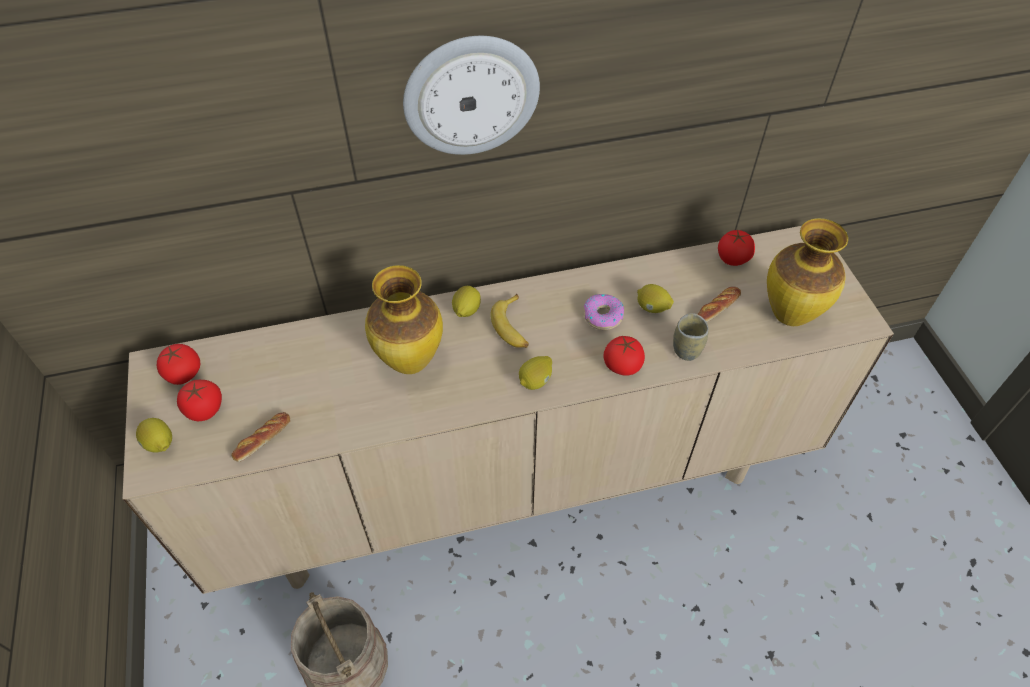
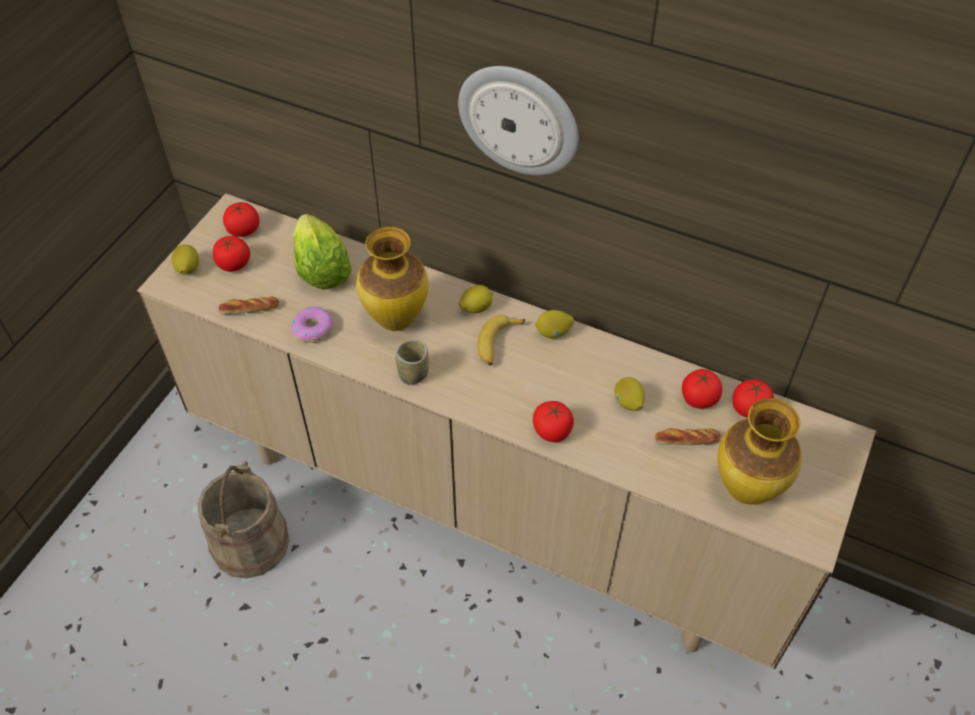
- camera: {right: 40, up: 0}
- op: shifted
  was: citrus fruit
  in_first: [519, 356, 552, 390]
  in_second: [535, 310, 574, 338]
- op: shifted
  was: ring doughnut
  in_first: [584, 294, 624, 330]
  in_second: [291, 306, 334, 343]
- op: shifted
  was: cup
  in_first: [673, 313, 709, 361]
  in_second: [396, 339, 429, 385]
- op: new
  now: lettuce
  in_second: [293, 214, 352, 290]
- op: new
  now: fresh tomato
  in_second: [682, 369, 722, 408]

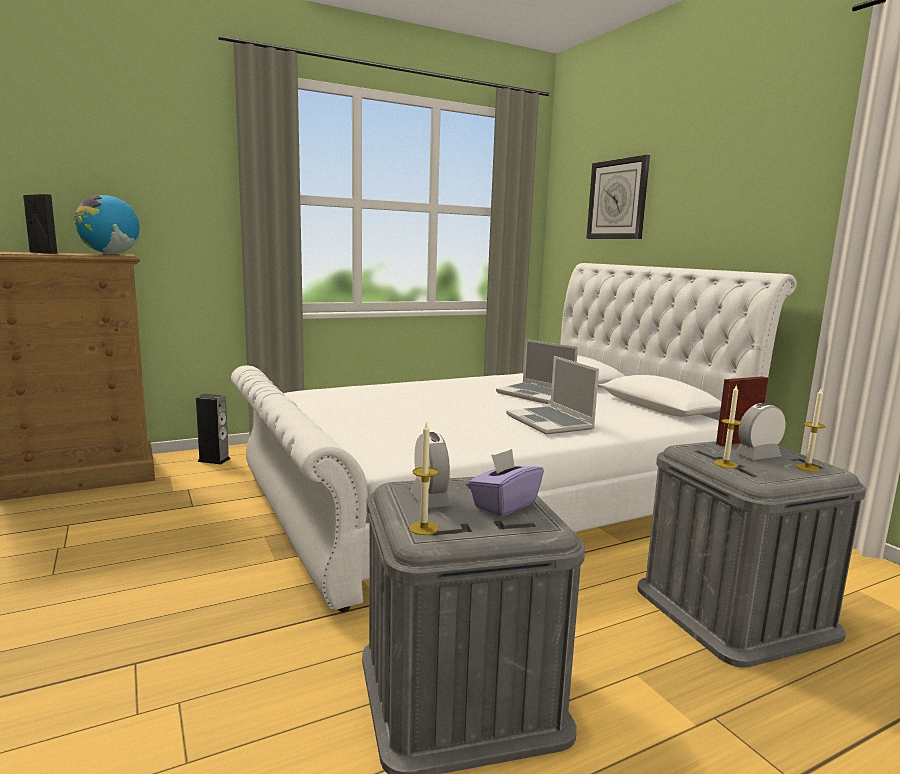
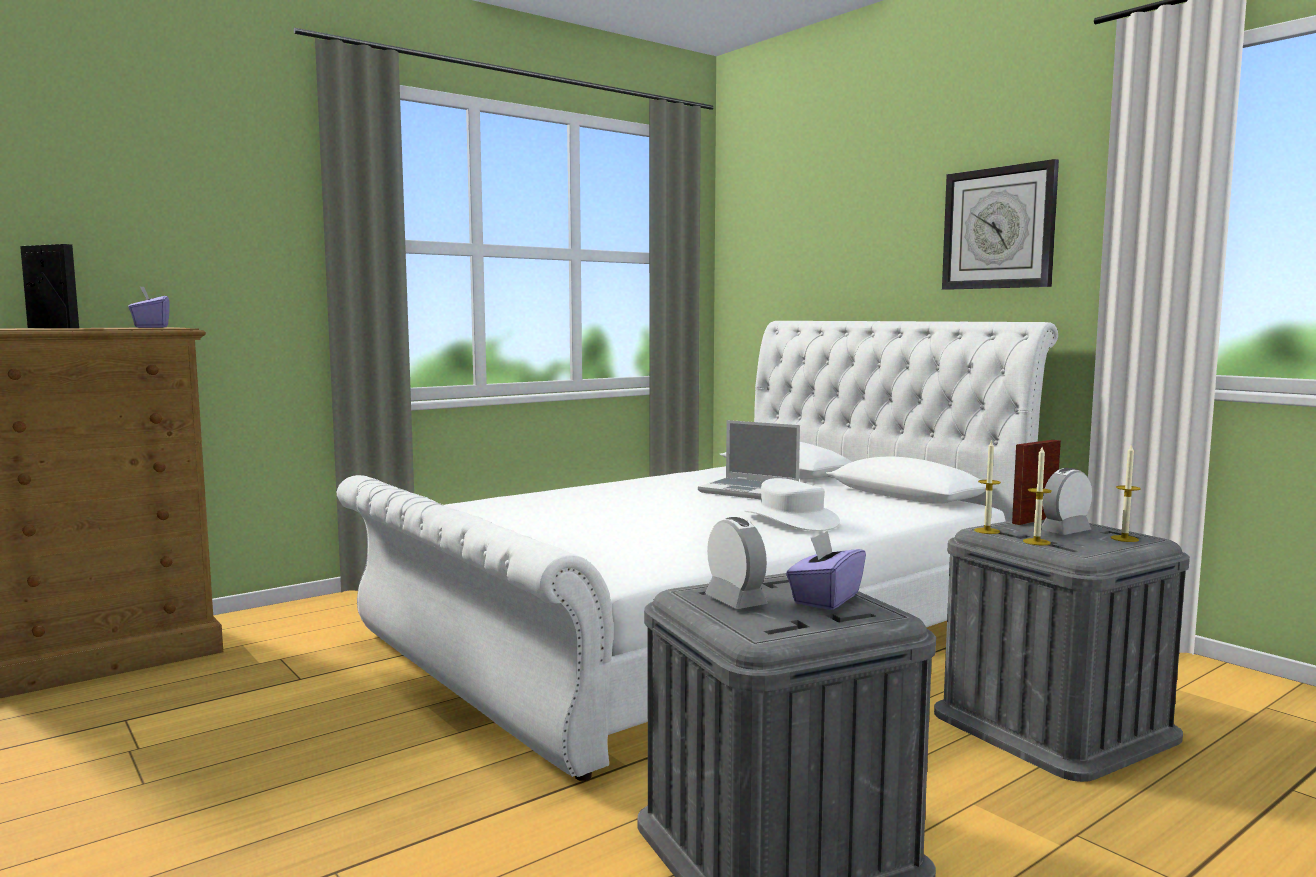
- camera: {right: -10, up: -5}
- op: swapped
  was: globe
  now: purple box of tissues
  in_first: [74, 195, 140, 254]
  in_second: [128, 287, 170, 328]
- op: gone
  was: audio speaker
  in_first: [196, 394, 231, 464]
- op: shifted
  was: candle
  in_first: [409, 421, 439, 535]
  in_second: [974, 439, 1001, 534]
- op: swapped
  was: laptop
  now: whitish hat
  in_first: [506, 356, 599, 435]
  in_second: [744, 478, 840, 531]
- op: shifted
  was: clock on the wall
  in_first: [586, 155, 650, 239]
  in_second: [942, 159, 1059, 290]

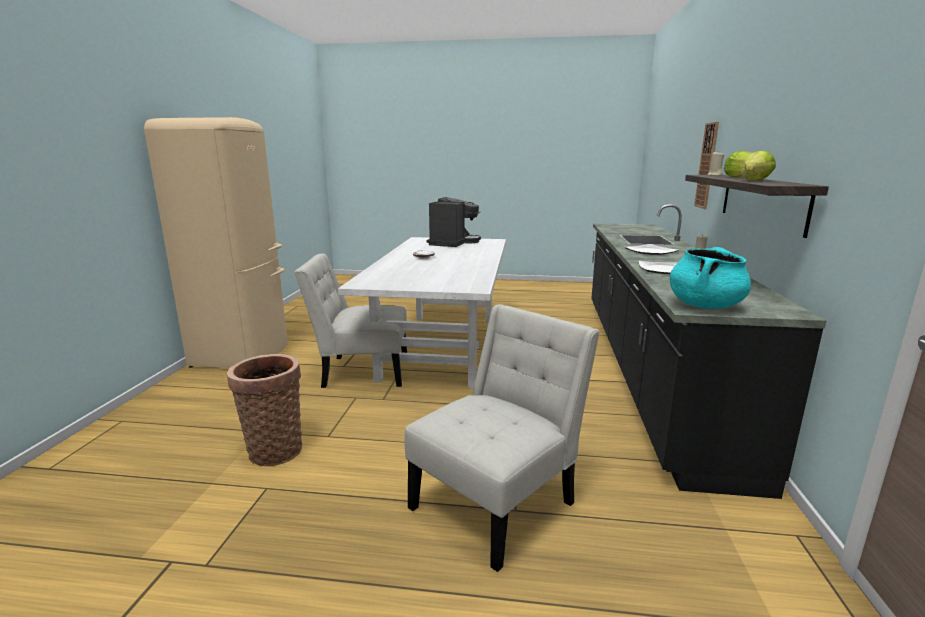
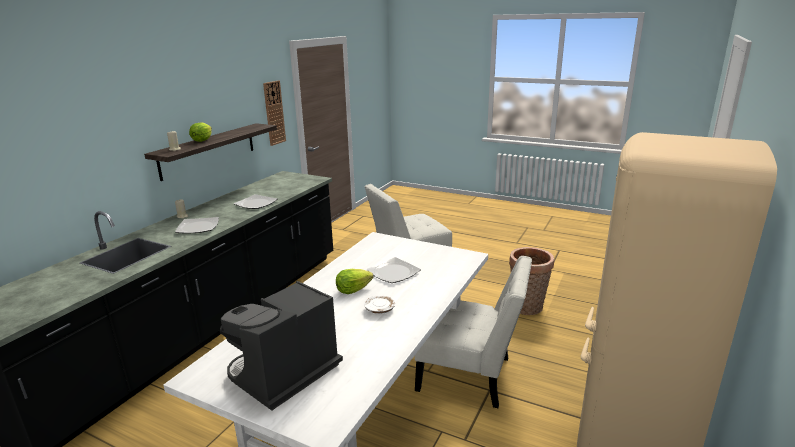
- camera: {right: -160, up: 5}
- op: gone
  was: turquoise-coloured saucepot
  in_first: [670, 247, 751, 309]
- op: shifted
  was: clock on the wall
  in_first: [694, 122, 719, 209]
  in_second: [263, 80, 286, 146]
- op: shifted
  was: lettuce
  in_first: [741, 150, 776, 181]
  in_second: [336, 269, 374, 294]
- op: new
  now: plate
  in_second: [367, 257, 421, 283]

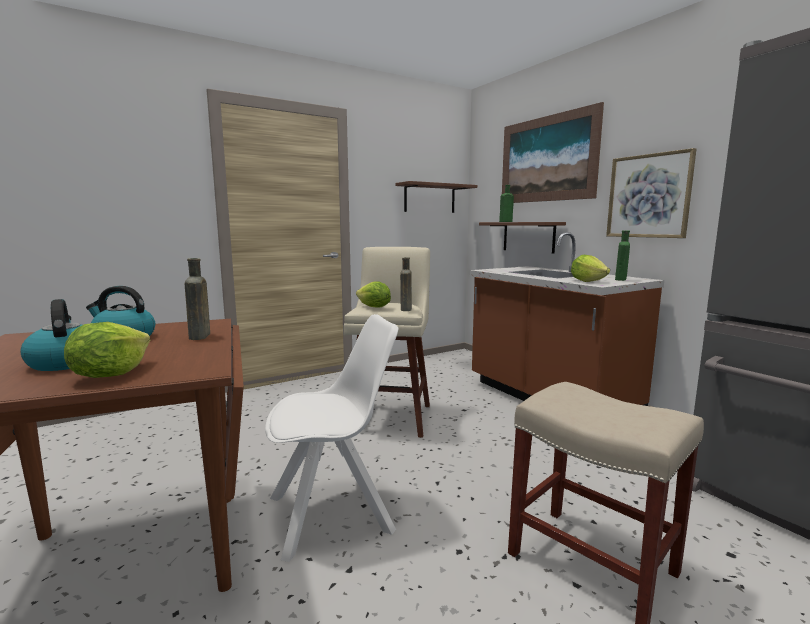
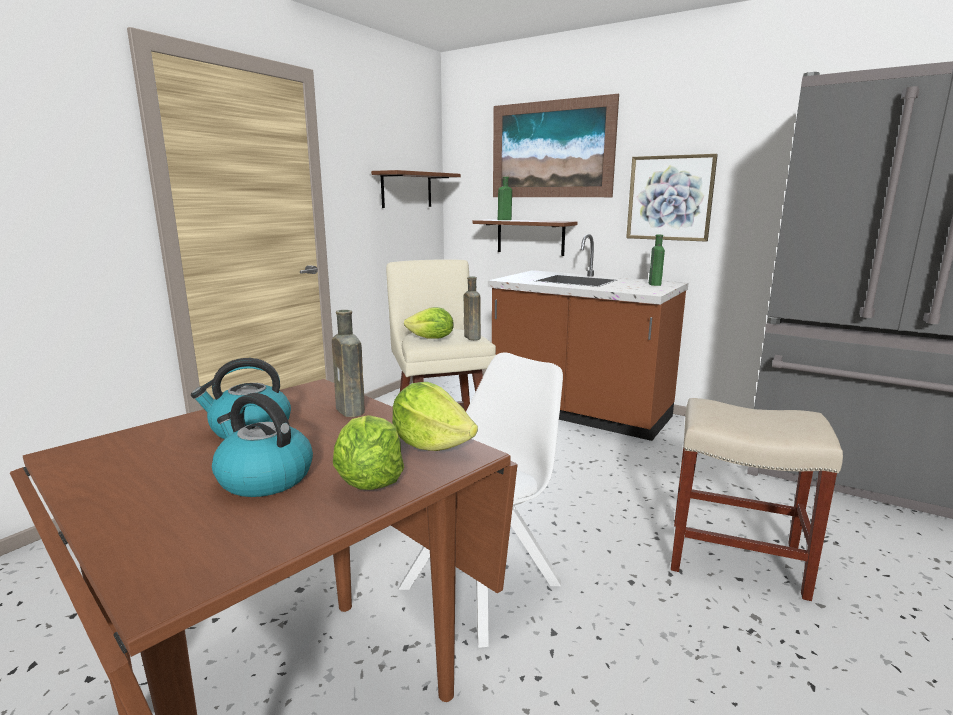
- camera: {right: -25, up: 5}
- op: shifted
  was: lettuce
  in_first: [571, 255, 610, 282]
  in_second: [392, 382, 478, 451]

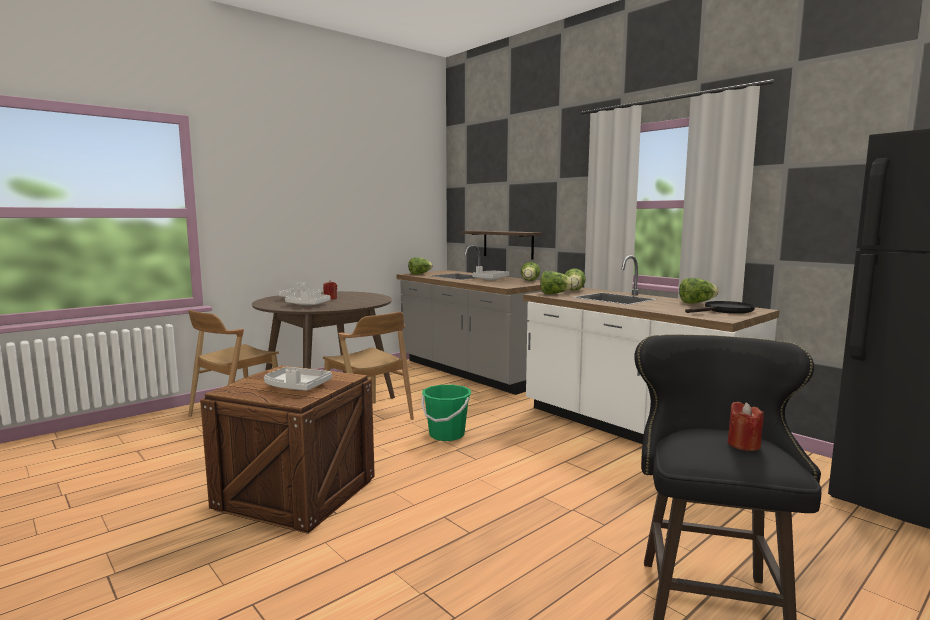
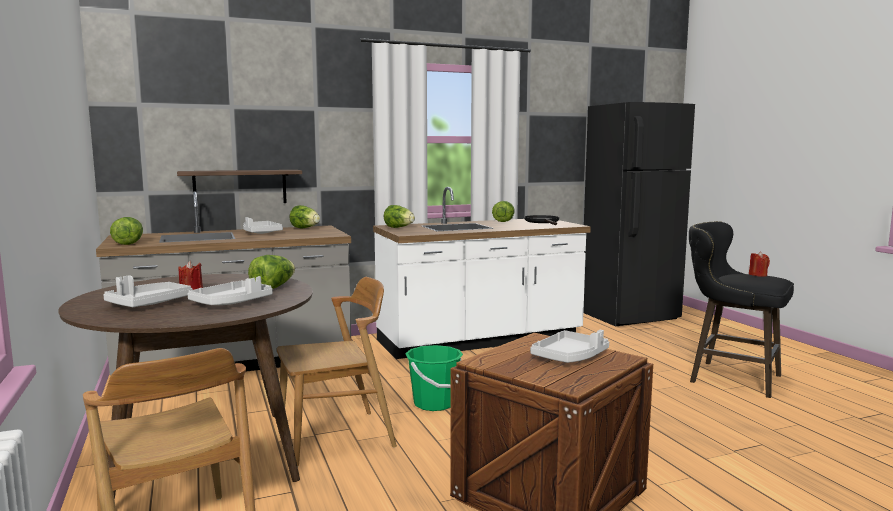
- camera: {right: -70, up: 0}
- op: shifted
  was: lettuce
  in_first: [540, 271, 573, 294]
  in_second: [248, 255, 295, 289]

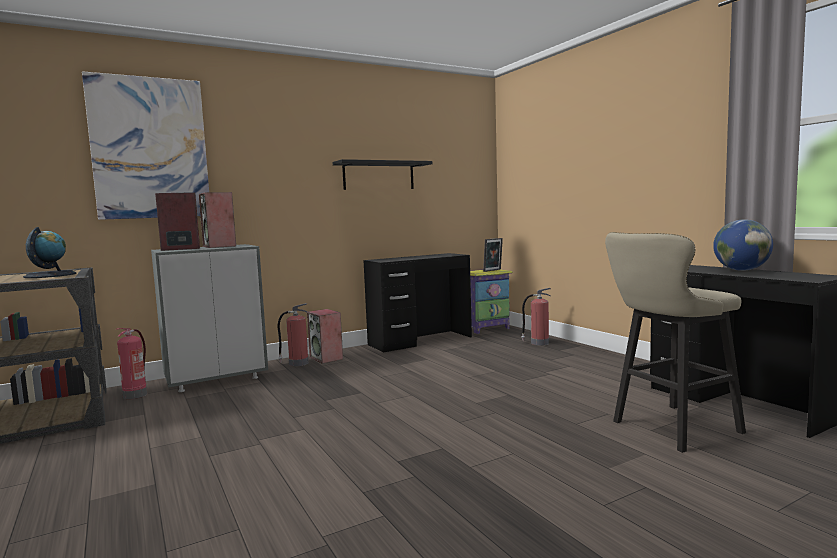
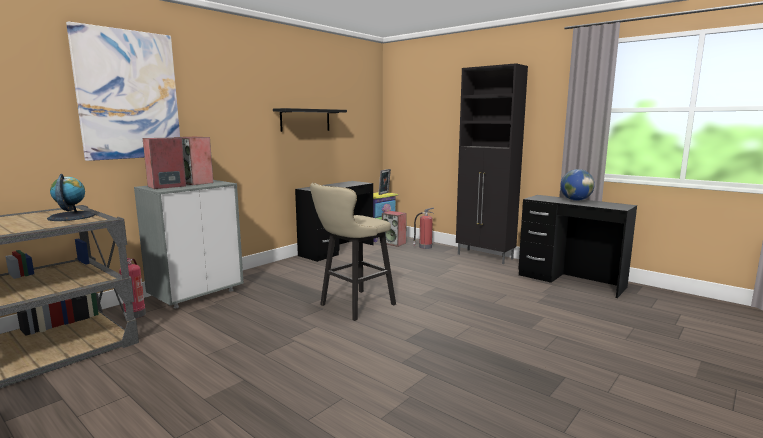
- camera: {right: -20, up: 5}
- op: gone
  was: extinguisher
  in_first: [278, 303, 309, 366]
- op: shifted
  was: audio speaker
  in_first: [307, 309, 343, 364]
  in_second: [382, 211, 407, 247]
- op: shifted
  was: beige stool
  in_first: [605, 232, 746, 453]
  in_second: [310, 183, 396, 321]
- op: new
  now: black cabinet
  in_second: [456, 63, 528, 264]

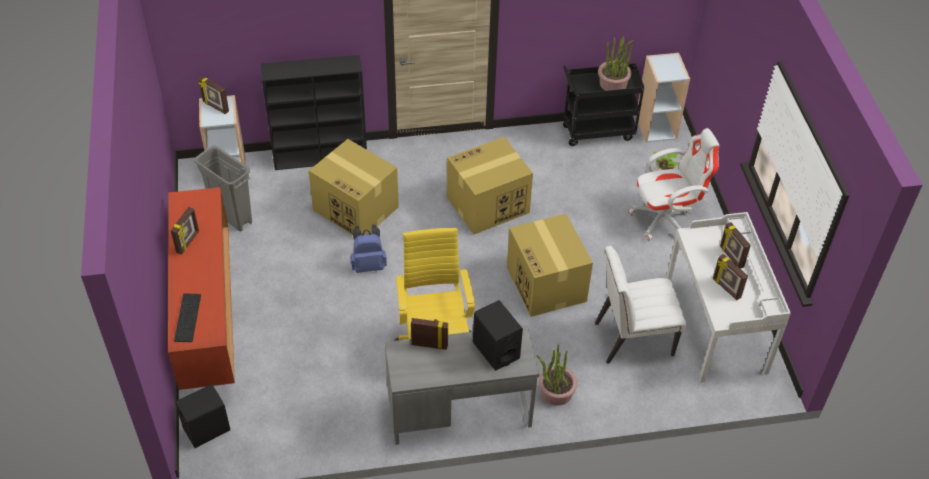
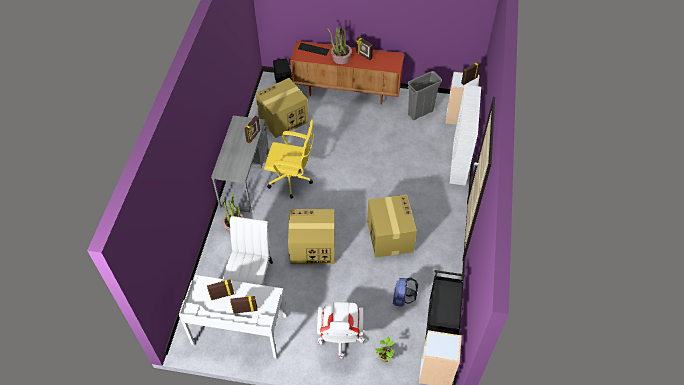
- camera: {right: 110, up: 5}
- op: repainted
  was: black bookshelf
  now: whitish bookshelf
  in_first: [261, 55, 367, 170]
  in_second: [449, 85, 481, 186]
- op: shifted
  was: carton
  in_first: [309, 139, 399, 235]
  in_second: [255, 78, 309, 138]
- op: shifted
  was: blue rucksack
  in_first: [351, 224, 387, 273]
  in_second: [393, 278, 418, 307]
- op: gone
  was: black audio speaker
  in_first: [473, 300, 523, 371]
- op: shifted
  was: plant in a pot
  in_first: [598, 36, 634, 91]
  in_second: [327, 27, 352, 64]

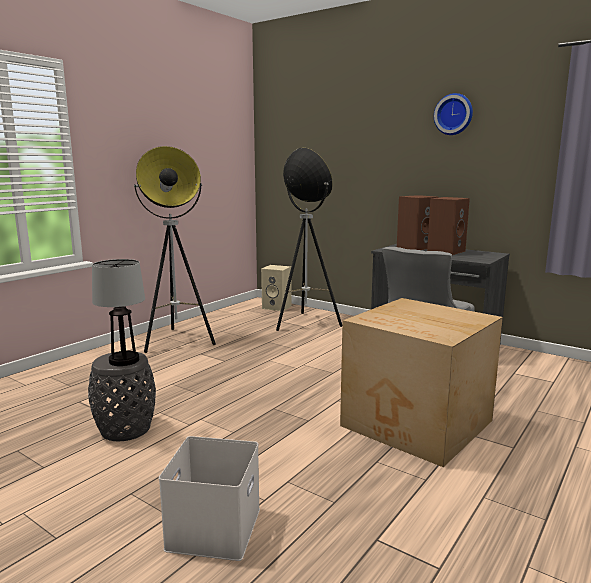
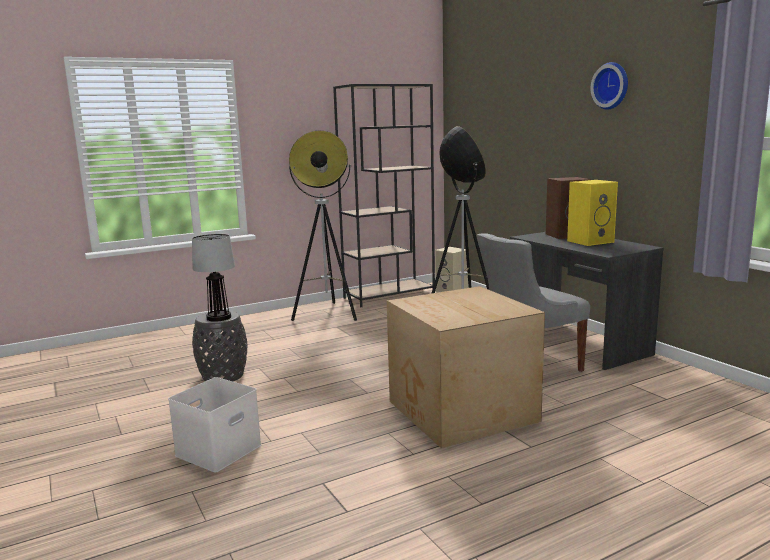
- camera: {right: 25, up: 0}
- op: repainted
  was: brown audio speaker
  now: yellow audio speaker
  in_first: [427, 197, 470, 255]
  in_second: [567, 180, 618, 246]
- op: new
  now: bookshelf
  in_second: [333, 84, 435, 307]

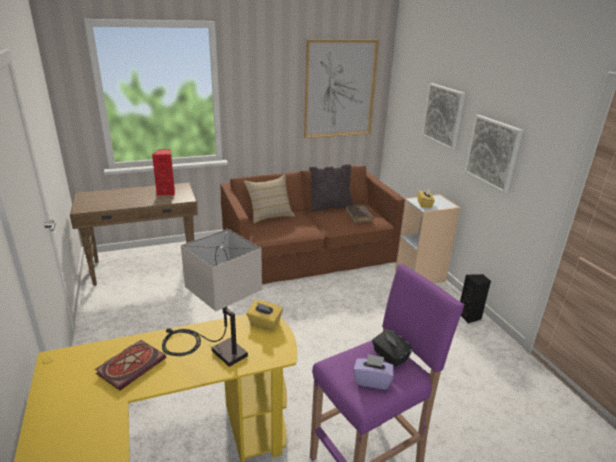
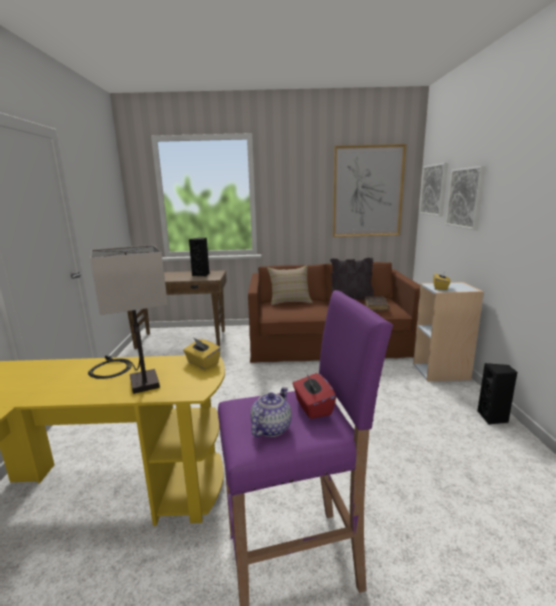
- camera: {right: 20, up: -10}
- op: gone
  was: volume
  in_first: [95, 340, 166, 390]
- op: repainted
  was: red audio speaker
  now: black audio speaker
  in_first: [152, 150, 175, 195]
  in_second: [189, 238, 210, 276]
- op: swapped
  was: purple box of tissues
  now: tea pot
  in_first: [353, 354, 394, 390]
  in_second: [251, 387, 292, 437]
- op: repainted
  was: black box of tissues
  now: red box of tissues
  in_first: [372, 329, 413, 367]
  in_second: [293, 373, 336, 419]
- op: shifted
  was: wall picture
  in_first: [465, 115, 523, 193]
  in_second: [420, 163, 448, 217]

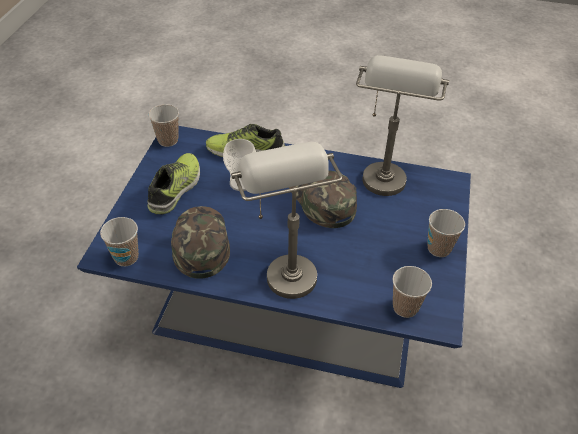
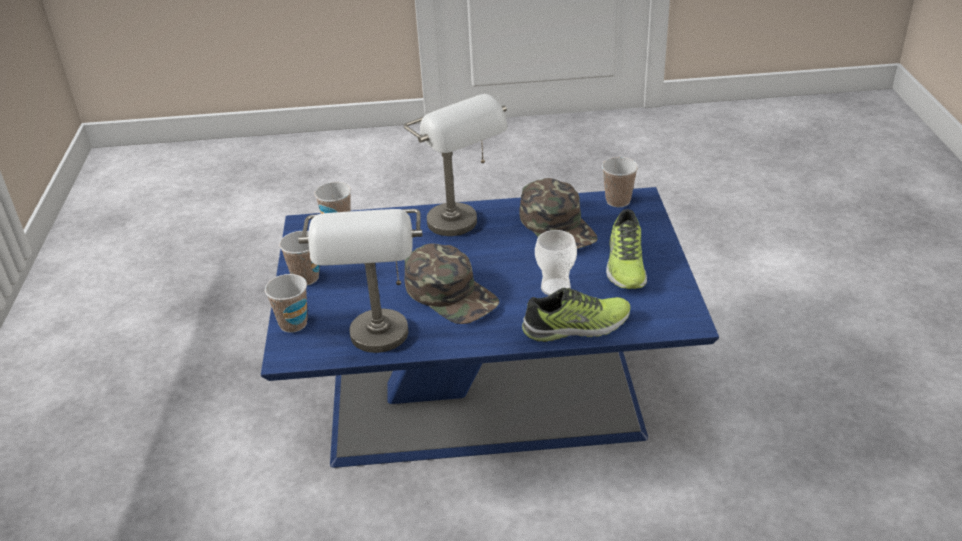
- camera: {right: 165, up: -10}
- op: shifted
  was: cup
  in_first: [148, 104, 179, 147]
  in_second: [265, 274, 308, 333]

